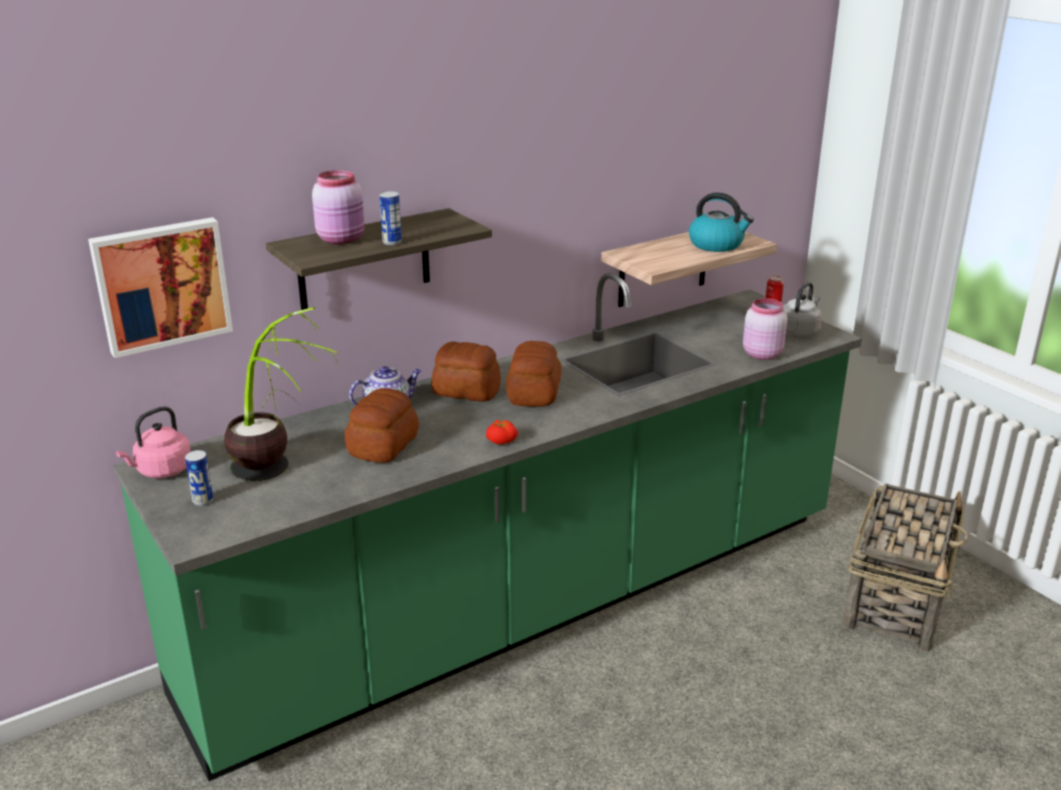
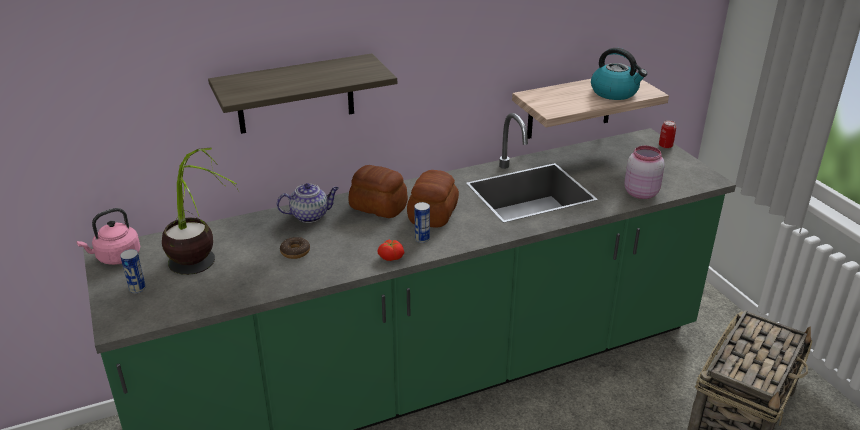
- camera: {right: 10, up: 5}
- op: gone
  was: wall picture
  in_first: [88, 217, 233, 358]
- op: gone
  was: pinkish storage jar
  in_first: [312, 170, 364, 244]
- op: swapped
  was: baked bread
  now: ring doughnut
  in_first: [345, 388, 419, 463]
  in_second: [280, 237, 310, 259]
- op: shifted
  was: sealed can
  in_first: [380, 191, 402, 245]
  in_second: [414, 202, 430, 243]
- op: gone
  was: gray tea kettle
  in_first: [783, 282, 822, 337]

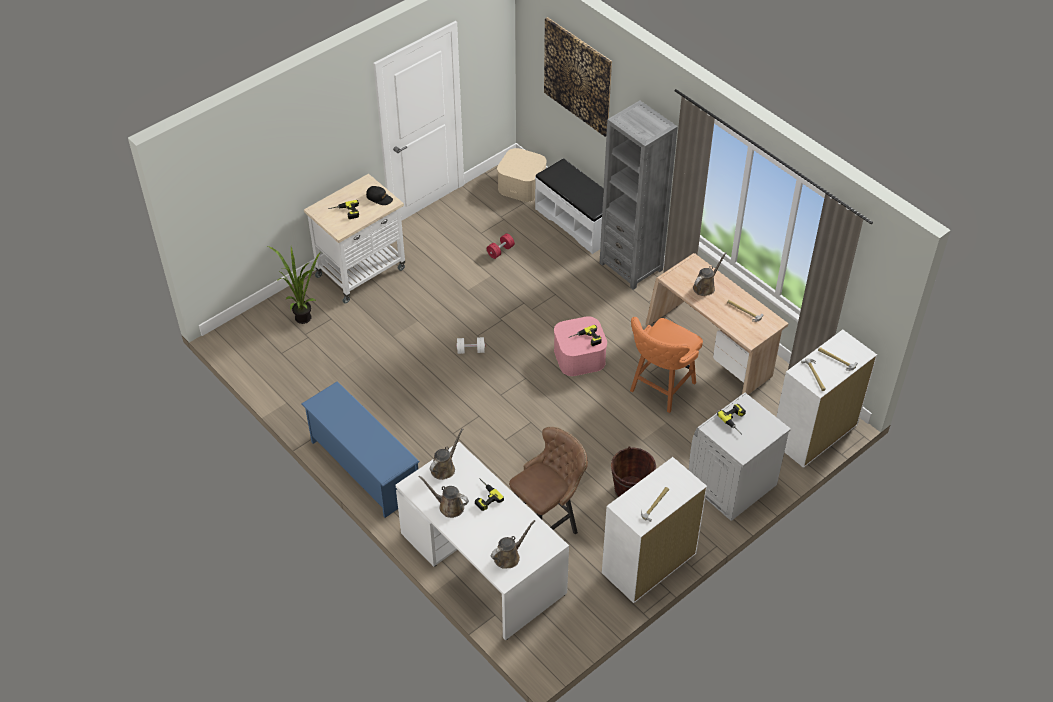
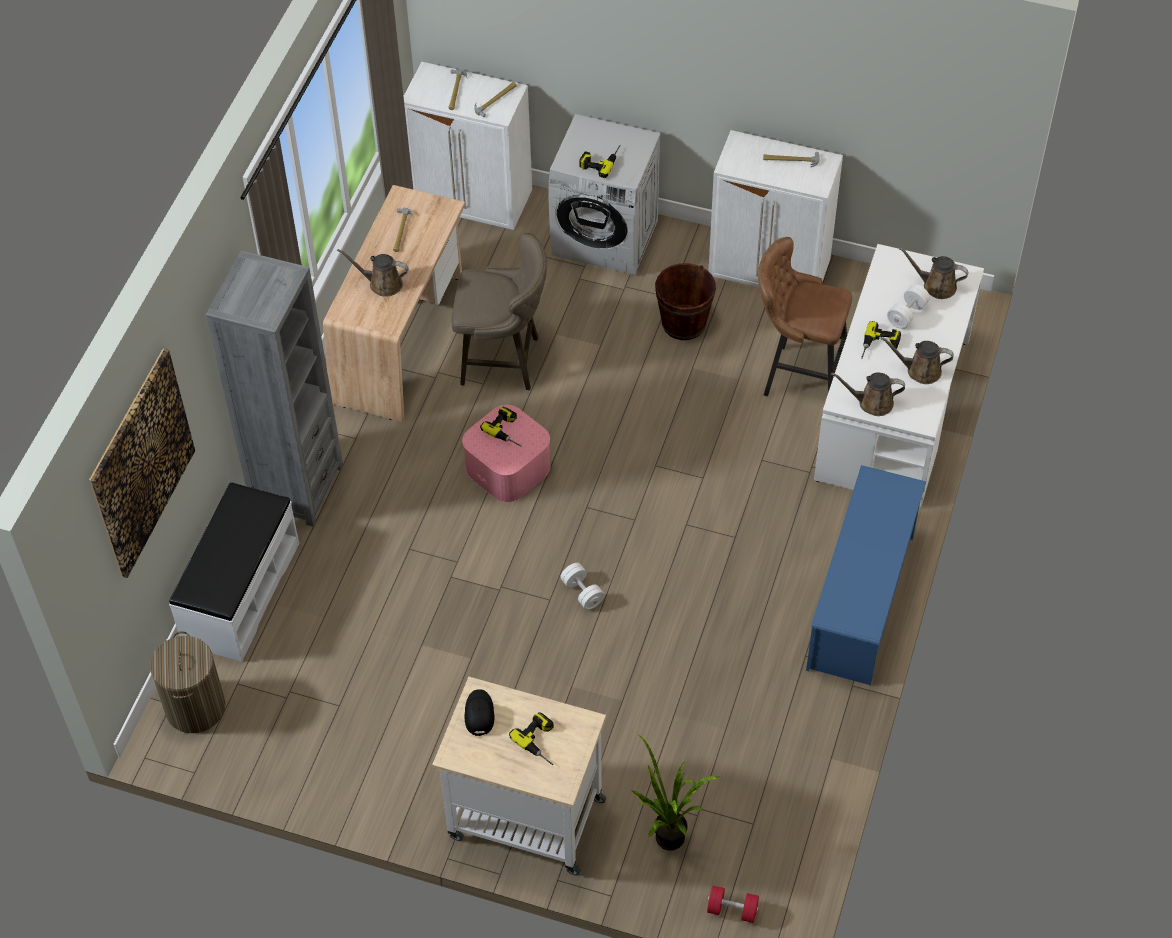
- camera: {right: -120, up: 5}
- op: rotated
  was: brown watering pot
  in_first: [419, 475, 469, 518]
  in_second: [880, 337, 954, 384]
  clockwise: 105
- op: shifted
  was: red dumbbell
  in_first: [487, 234, 515, 259]
  in_second: [707, 886, 759, 923]
- op: swapped
  was: beige storage bin
  now: washing basket
  in_first: [497, 148, 547, 202]
  in_second: [150, 631, 225, 733]
- op: repainted
  was: orange-coloured stool
  now: beige stool
  in_first: [630, 317, 703, 413]
  in_second: [452, 233, 547, 390]
- op: new
  now: whitish dumbbell
  in_second: [887, 284, 930, 329]

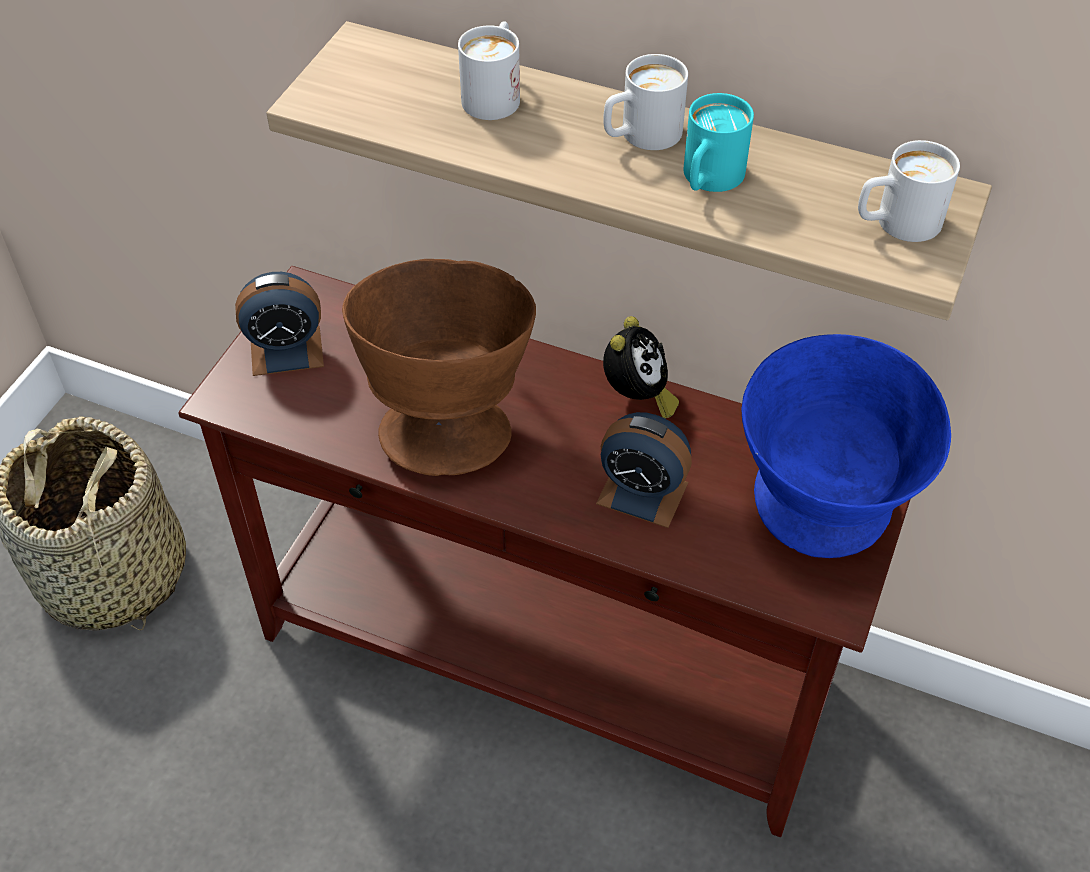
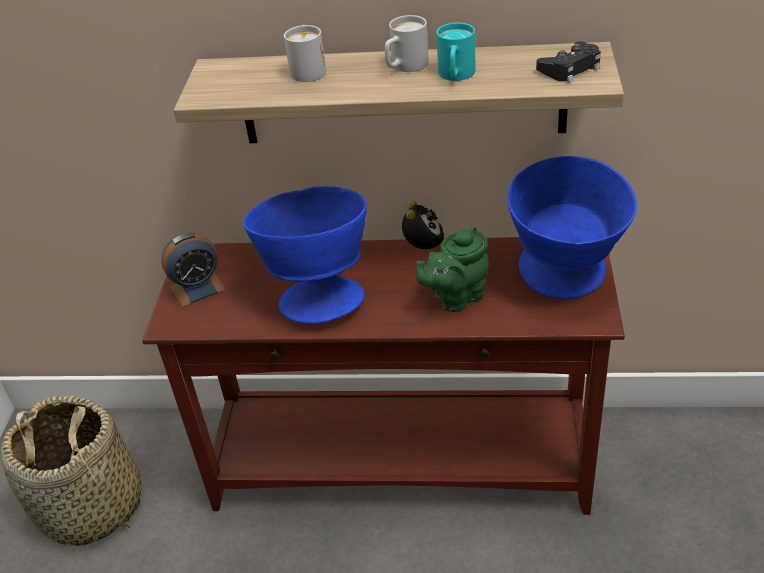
- camera: {right: -15, up: -10}
- op: repainted
  was: brown bowl
  now: blue bowl
  in_first: [342, 259, 536, 476]
  in_second: [243, 186, 367, 324]
- op: swapped
  was: alarm clock
  now: greenish tea pot
  in_first: [596, 412, 692, 528]
  in_second: [416, 227, 489, 312]
- op: swapped
  was: whitish coffee mug
  now: black gamepad
  in_first: [858, 140, 960, 242]
  in_second: [536, 41, 601, 83]

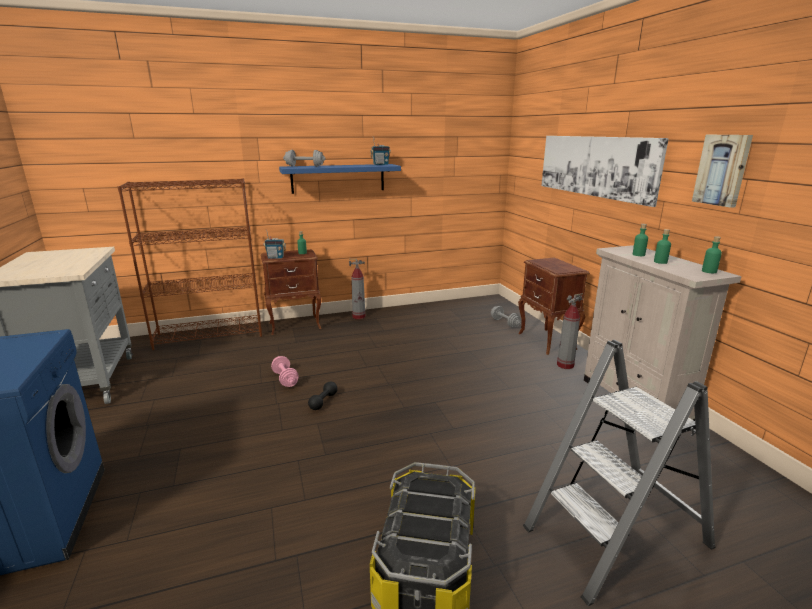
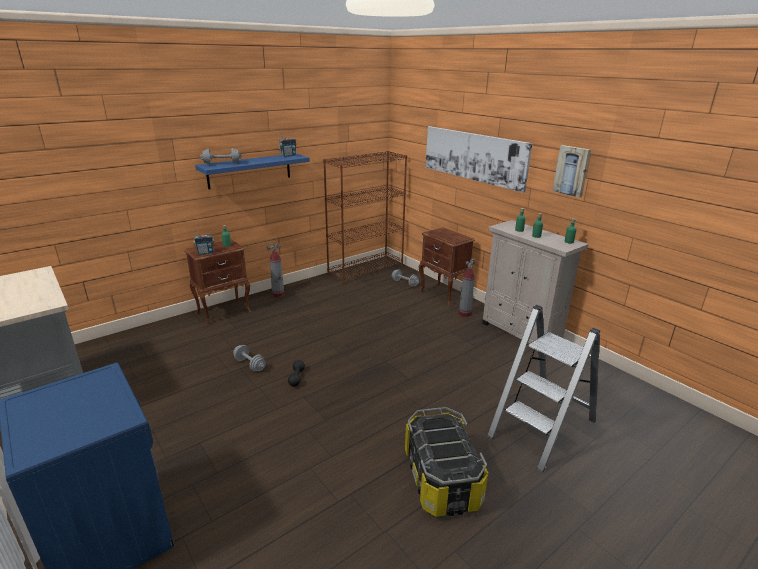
- camera: {right: -20, up: 5}
- op: shifted
  was: brown bookshelf
  in_first: [117, 178, 262, 350]
  in_second: [323, 151, 407, 284]
- op: repainted
  was: pinkish dumbbell
  now: gray dumbbell
  in_first: [271, 356, 299, 387]
  in_second: [233, 345, 266, 371]

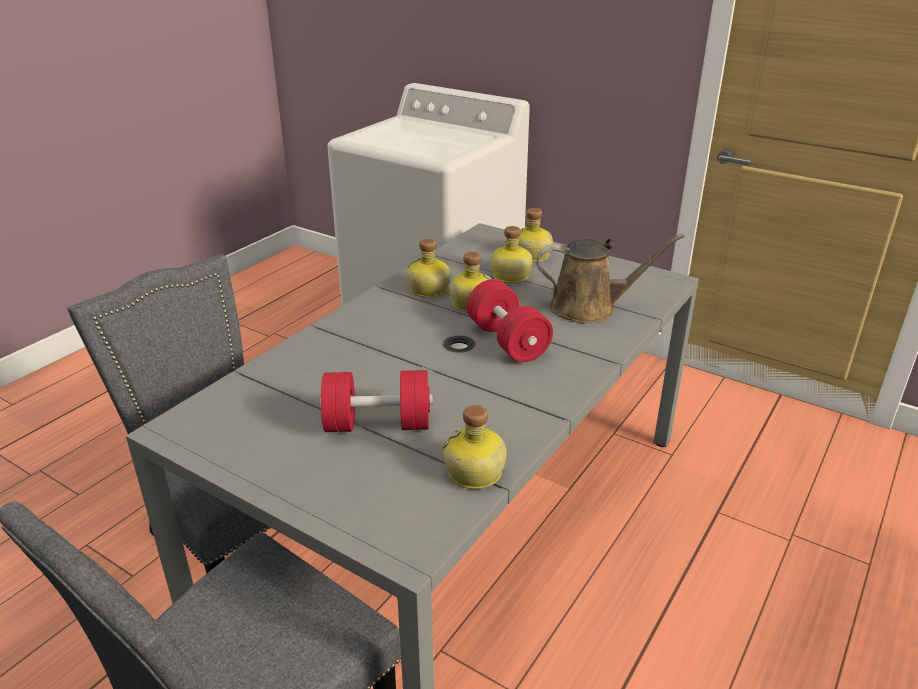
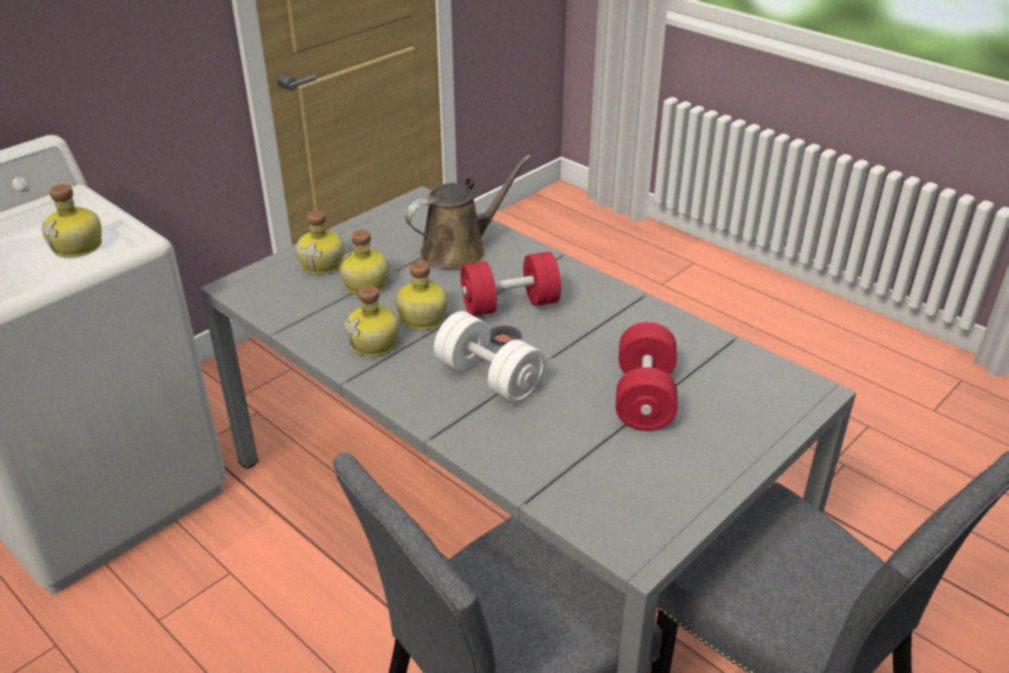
- camera: {right: -80, up: 5}
- op: shifted
  was: bottle
  in_first: [443, 405, 507, 489]
  in_second: [41, 184, 102, 258]
- op: rotated
  was: brown watering pot
  in_first: [537, 234, 684, 324]
  in_second: [405, 155, 531, 269]
  clockwise: 45
- op: new
  now: whitish dumbbell
  in_second: [434, 311, 545, 403]

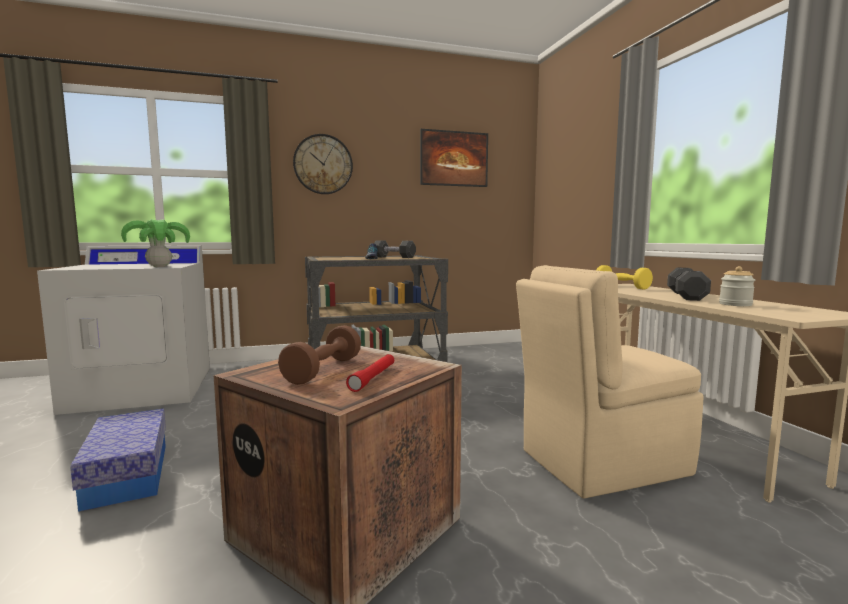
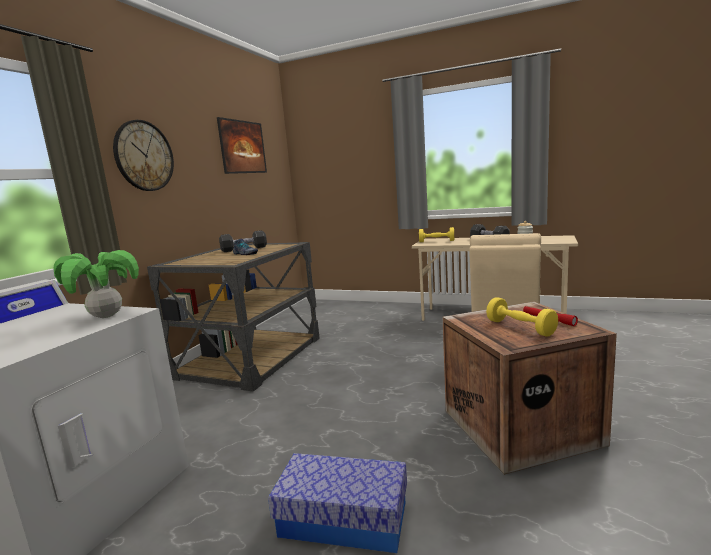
- camera: {right: -50, up: 5}
- op: repainted
  was: brown dumbbell
  now: yellow dumbbell
  in_first: [278, 325, 361, 385]
  in_second: [486, 297, 558, 337]

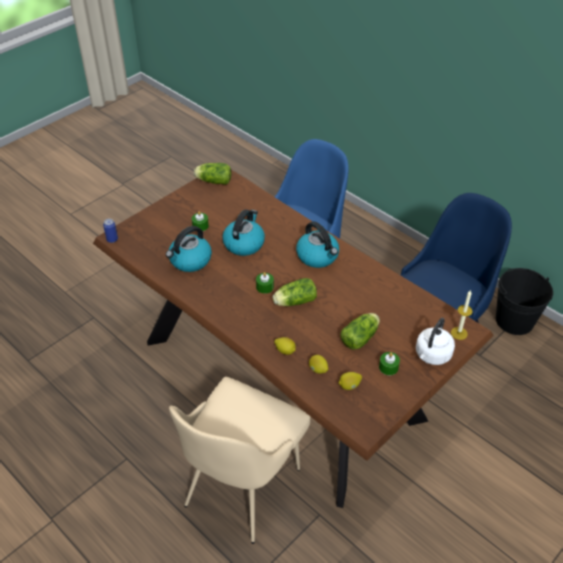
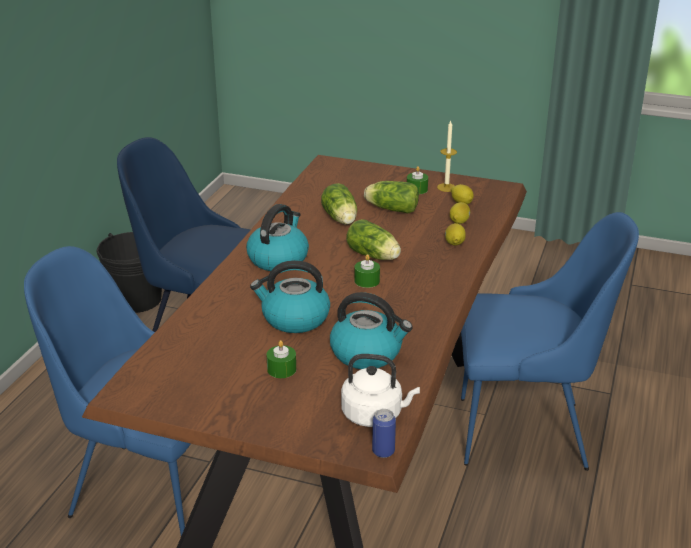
- camera: {right: -115, up: -15}
- op: repainted
  was: beige plain chair
  now: blue plain chair
  in_first: [169, 377, 310, 544]
  in_second: [461, 212, 639, 471]
- op: shifted
  was: lettuce
  in_first: [194, 163, 231, 185]
  in_second: [321, 183, 357, 224]
- op: shifted
  was: whitish tea kettle
  in_first: [416, 318, 455, 365]
  in_second: [341, 354, 420, 427]
- op: shifted
  was: candle
  in_first: [451, 290, 472, 340]
  in_second: [437, 120, 457, 192]

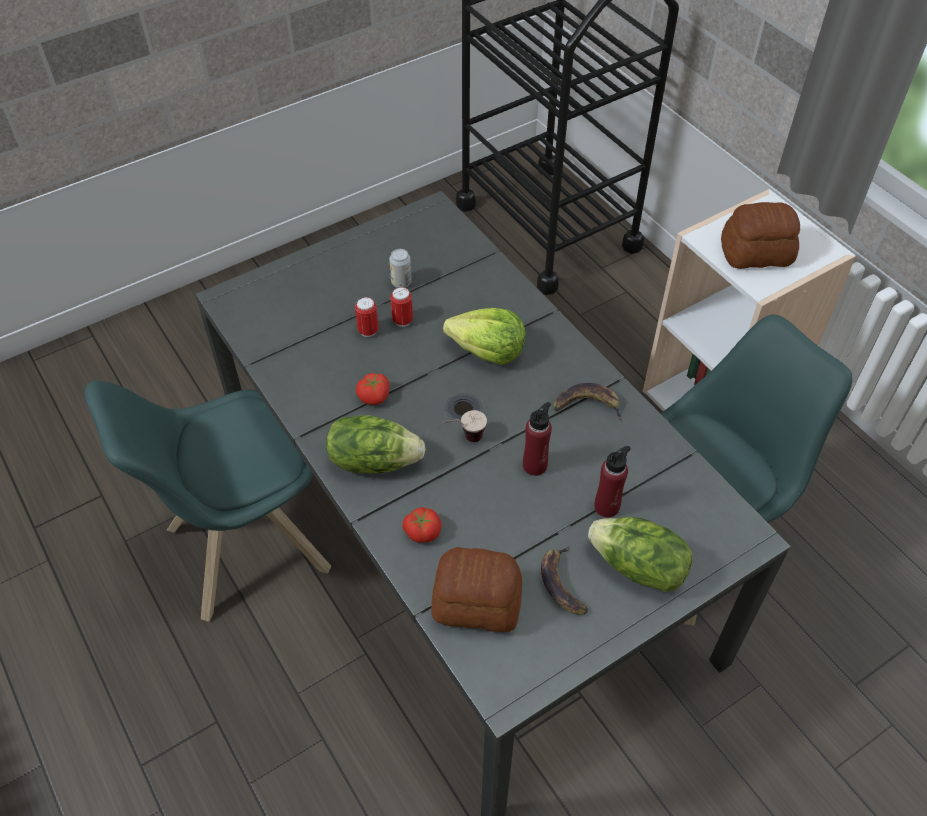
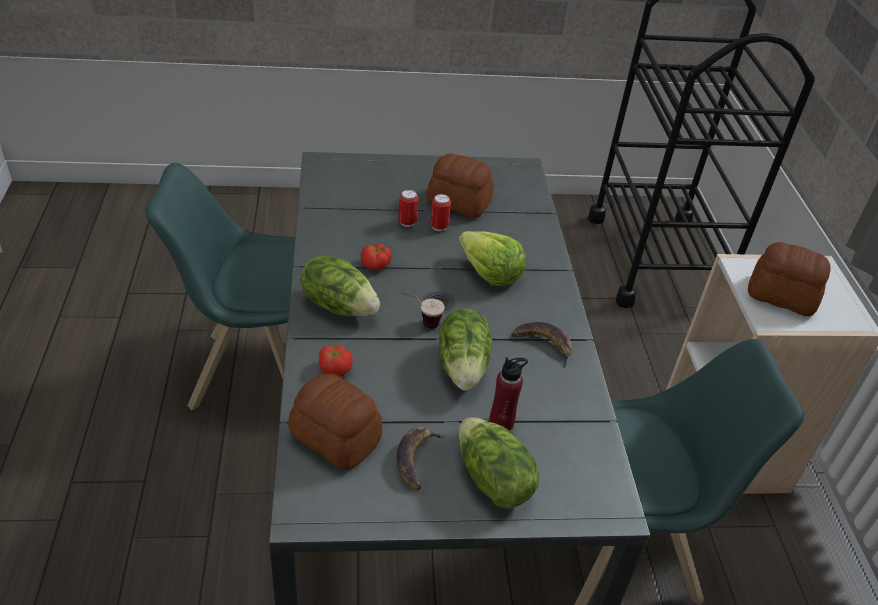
- camera: {right: 25, up: -10}
- op: swapped
  was: sealed can
  now: baked bread
  in_first: [389, 249, 412, 288]
  in_second: [426, 153, 494, 218]
- op: swapped
  was: red bottle
  now: lettuce
  in_first: [523, 402, 552, 476]
  in_second: [439, 309, 492, 391]

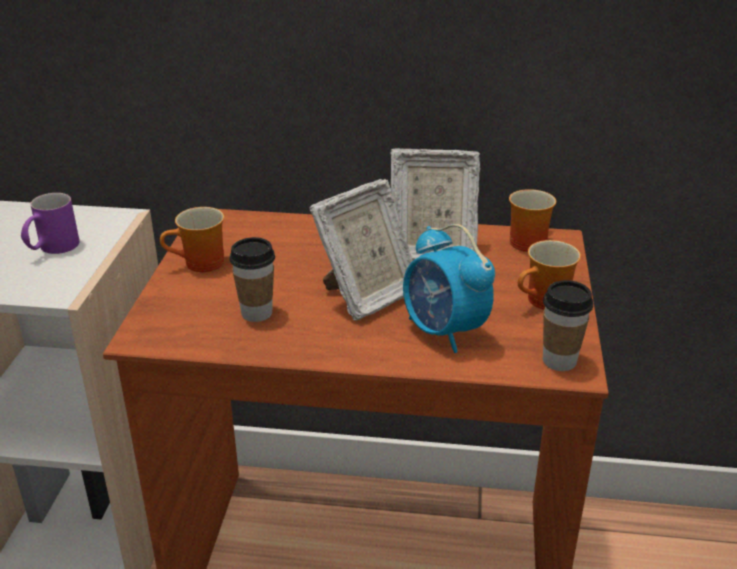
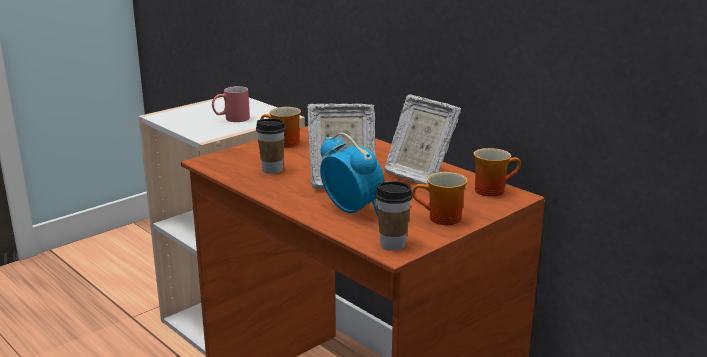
- camera: {right: 40, up: -10}
- op: repainted
  was: purple coffee mug
  now: red coffee mug
  in_first: [21, 193, 80, 254]
  in_second: [212, 86, 250, 122]
- op: rotated
  was: alarm clock
  in_first: [403, 224, 495, 353]
  in_second: [320, 133, 384, 216]
  clockwise: 135

